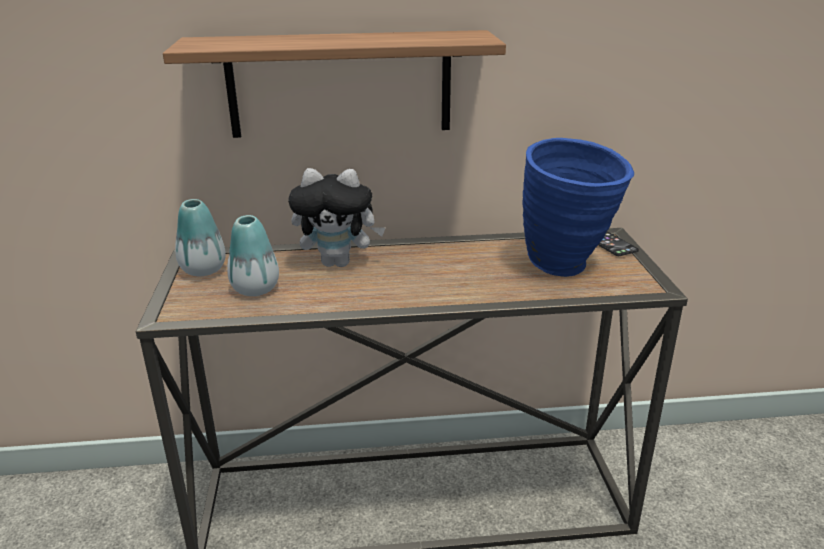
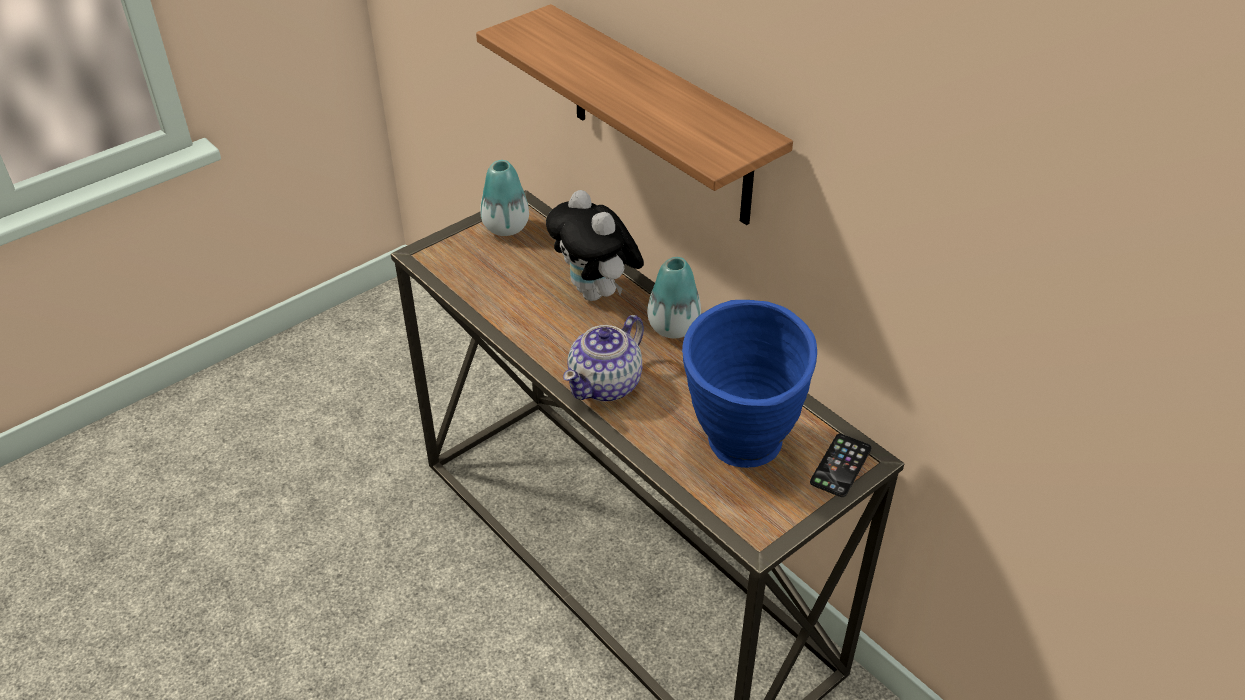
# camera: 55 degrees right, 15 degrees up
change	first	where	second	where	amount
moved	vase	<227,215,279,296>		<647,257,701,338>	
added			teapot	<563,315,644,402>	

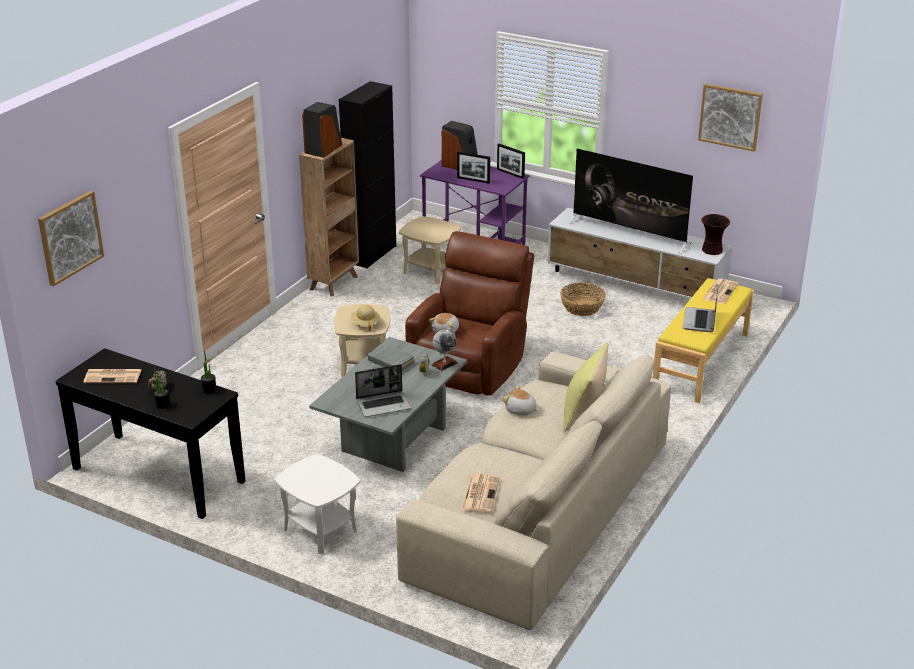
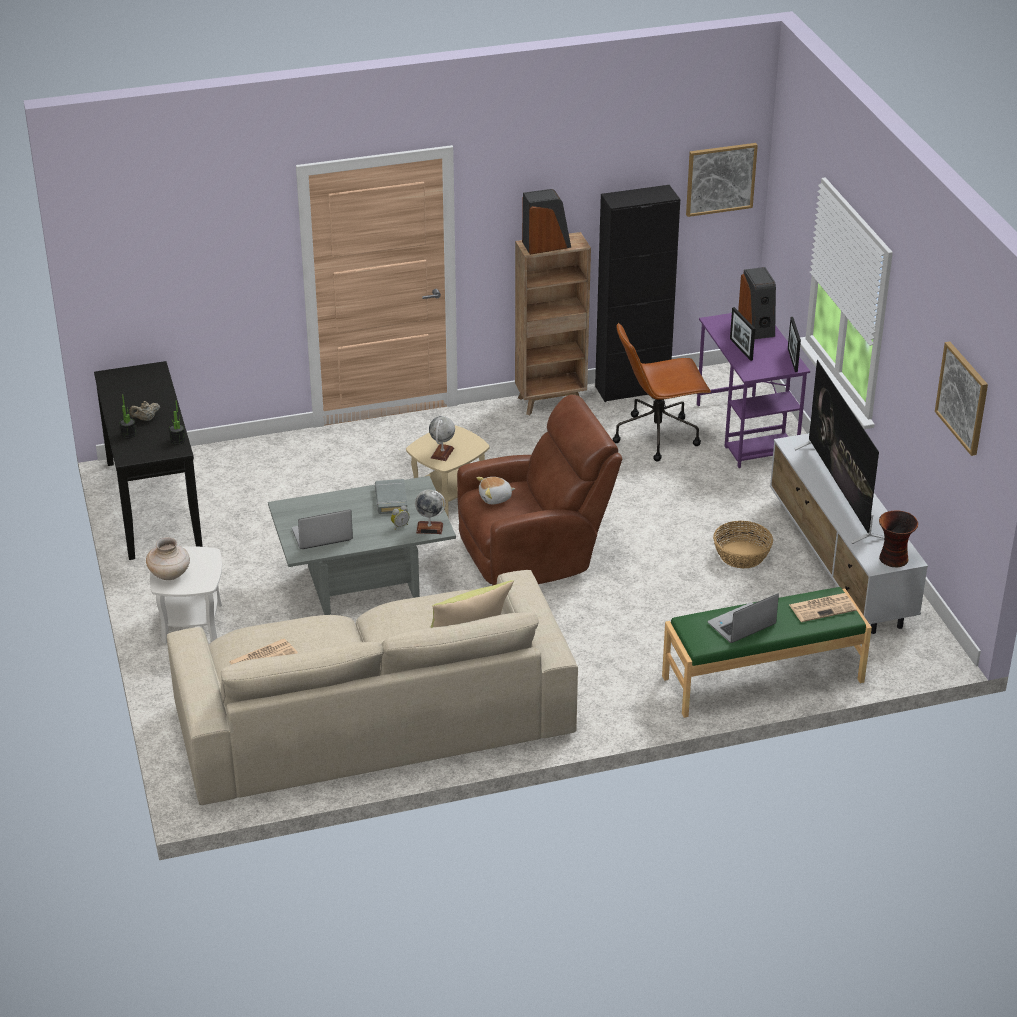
# camera: 45 degrees right, 5 degrees up
change	first	where	second	where	amount
moved	picture	<38,191,104,286>		<686,143,758,217>	
removed	newspaper	<84,369,141,383>			
replaced	beige hat	<350,305,380,331>	globe	<429,416,455,461>	
turned	laptop	<355,364,411,417>		<292,509,353,549>	135 degrees clockwise
replaced	beige side table	<399,216,461,284>	brown office chair	<613,323,711,461>	
removed	plush toy	<502,385,538,416>			
recoloured	yellow bench	<653,278,754,403>	green bench	<662,587,872,718>	
added			beige vase	<146,537,190,580>	

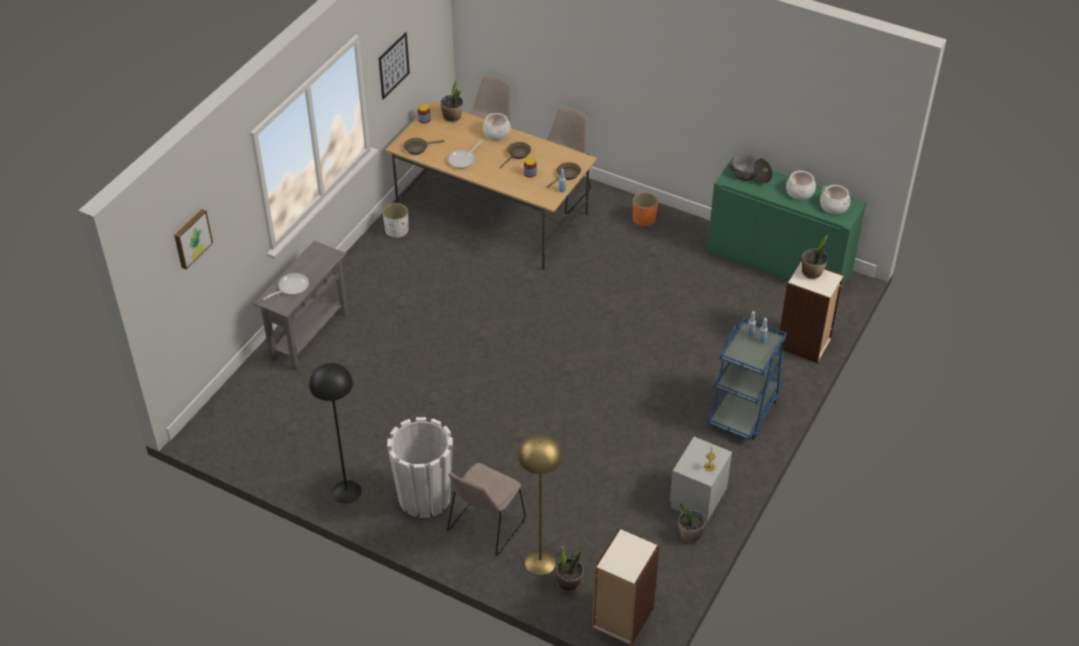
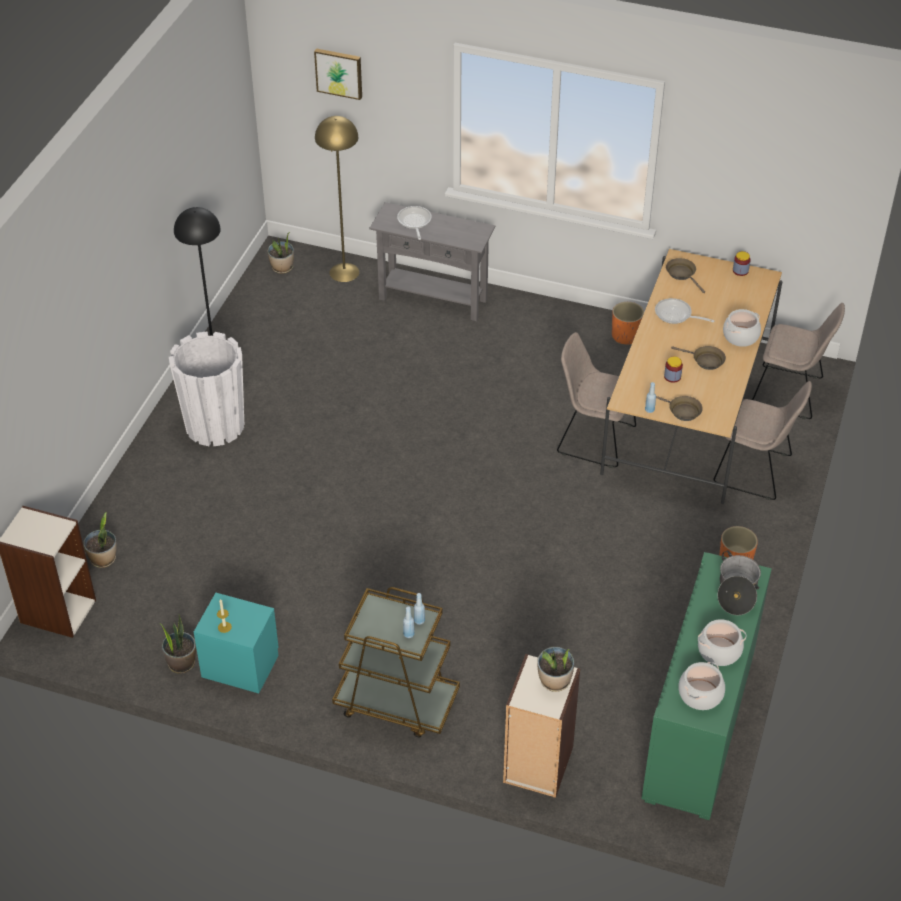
# camera: 80 degrees right, 0 degrees up
change	first	where	second	where	amount
turned	frying pan	<263,273,309,300>		<397,206,432,240>	135 degrees counterclockwise
removed	picture	<378,32,410,99>			
recoloured	white planter	<383,203,409,238>	orange planter	<612,302,644,345>	
moved	potted plant	<441,79,463,122>		<267,232,294,274>	
moved	beige chair	<447,463,526,556>		<557,332,636,468>	
moved	yellow floor lamp	<518,434,563,575>		<315,116,359,282>	
recoloured	grey nightstand	<670,437,732,523>	turquoise nightstand	<194,593,279,693>	
recoloured	blue cart	<708,317,787,440>	brown cart	<332,587,460,737>	

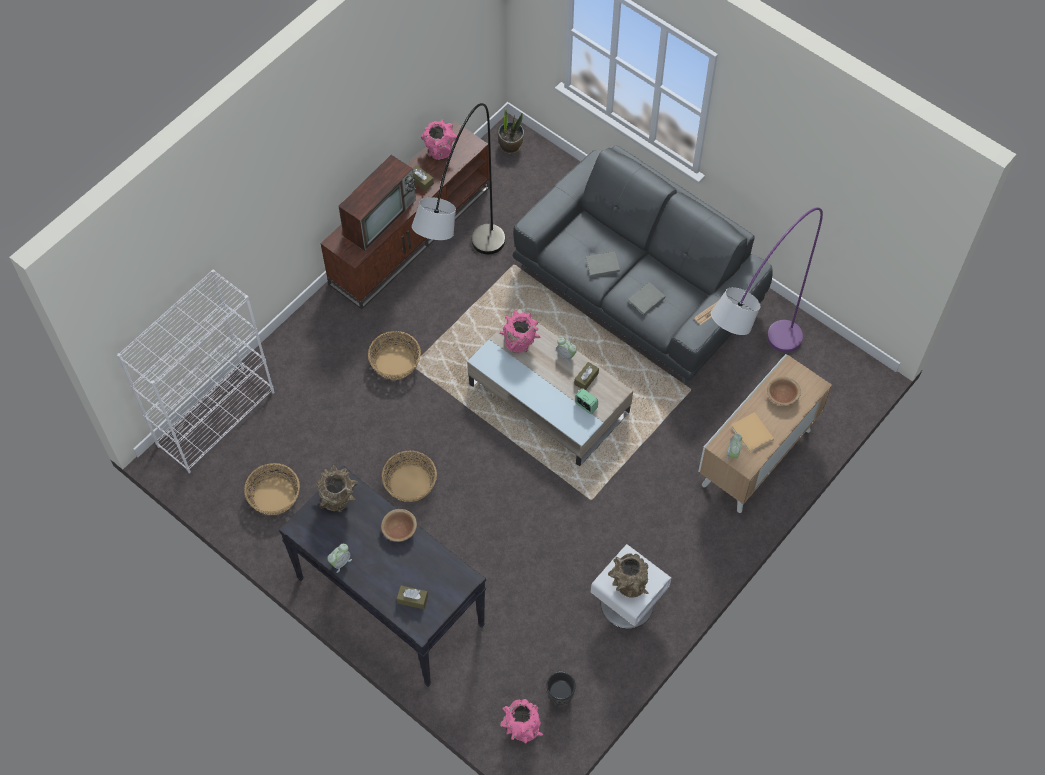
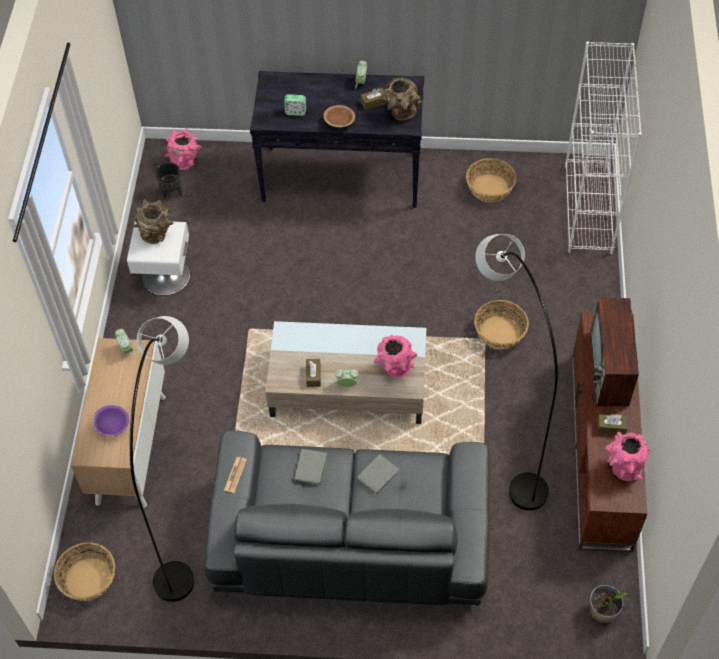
# camera: 145 degrees right, 5 degrees down
change	first	where	second	where	amount
moved	basket	<382,450,437,502>		<54,542,115,601>	
moved	brown tissue box	<397,586,428,609>		<360,88,387,110>	
moved	alarm clock	<575,388,598,414>		<284,94,306,116>	
recoloured	purple floor lamp	<711,207,823,352>	grey floor lamp	<130,316,195,602>	
removed	beige book	<731,412,774,453>			
recoloured	brown bowl	<767,377,801,405>	purple bowl	<92,405,129,437>	

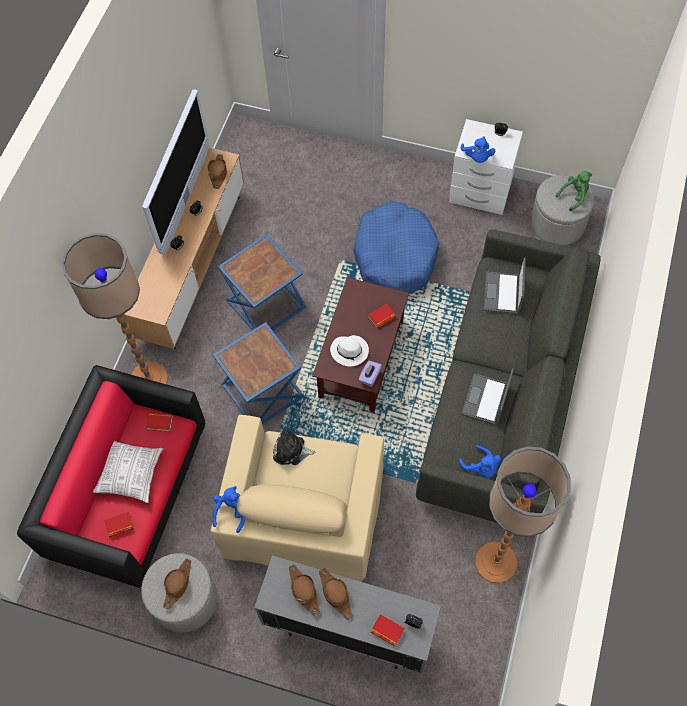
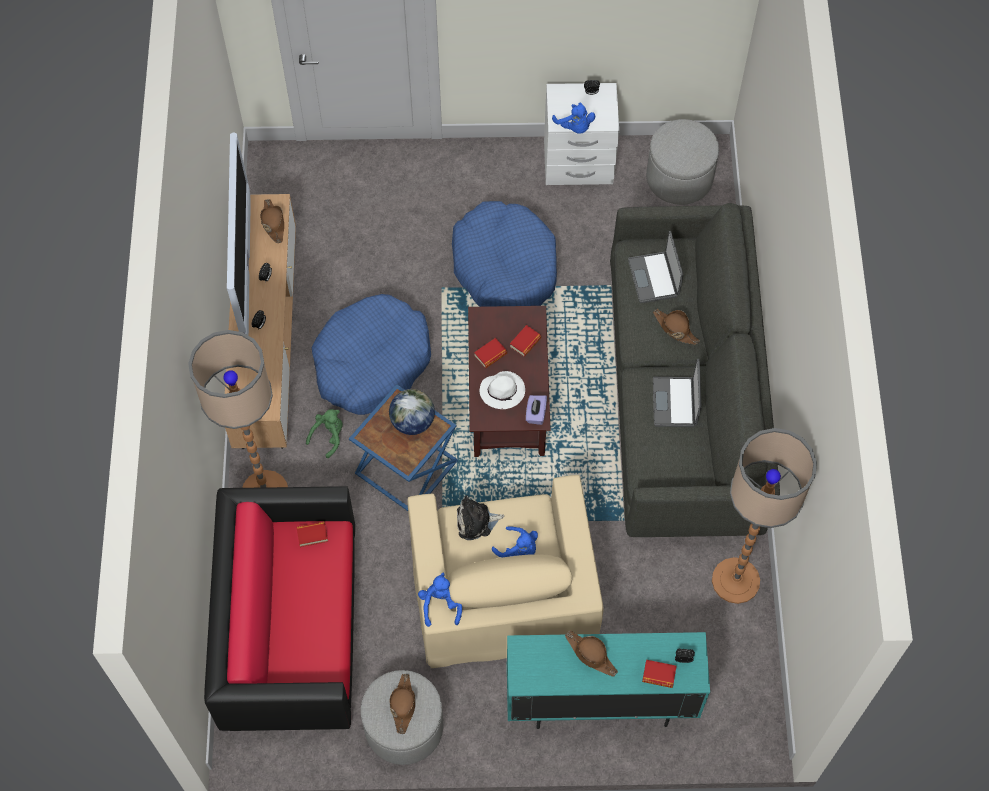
# camera: 20 degrees left, 0 degrees up
change	first	where	second	where	amount
removed	pillow	<93,441,163,503>			
moved	book	<104,512,134,537>		<474,338,507,368>	
replaced	blue side table	<218,234,306,331>	blue dog bed	<312,294,431,415>	
recoloured	grey cabinet	<254,555,441,674>	turquoise cabinet	<507,632,710,729>	
moved	brown hat	<289,564,320,615>		<653,309,700,345>	
moved	blue plush toy	<459,445,501,478>		<492,526,538,557>	
moved	green plush toy	<556,171,592,211>		<306,409,343,458>	
added			globe	<389,389,435,435>	

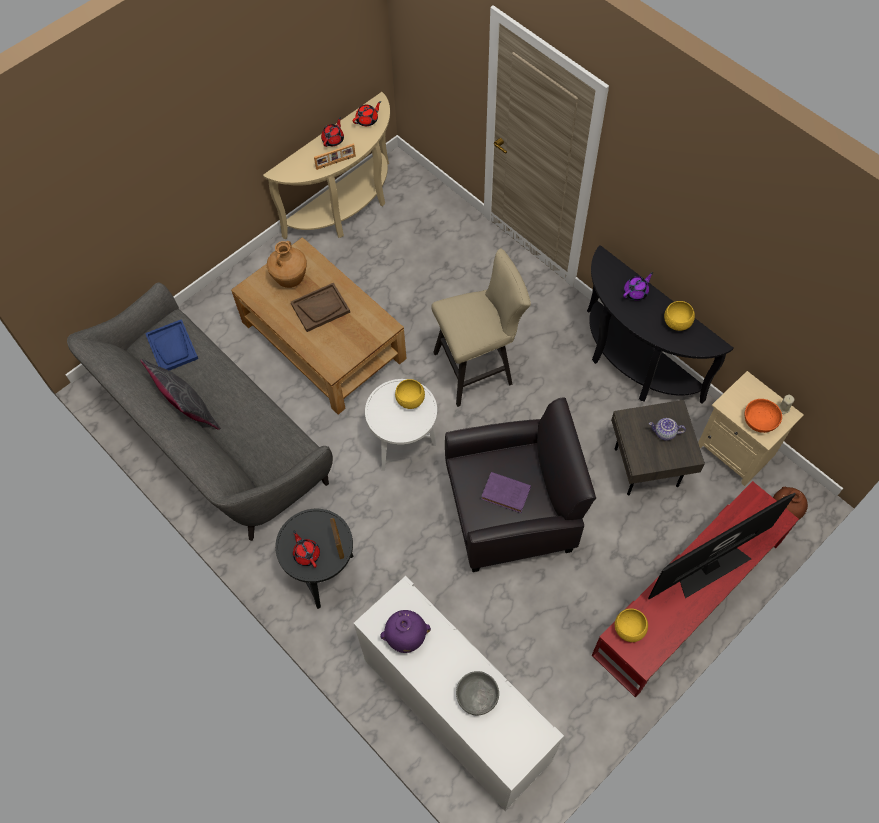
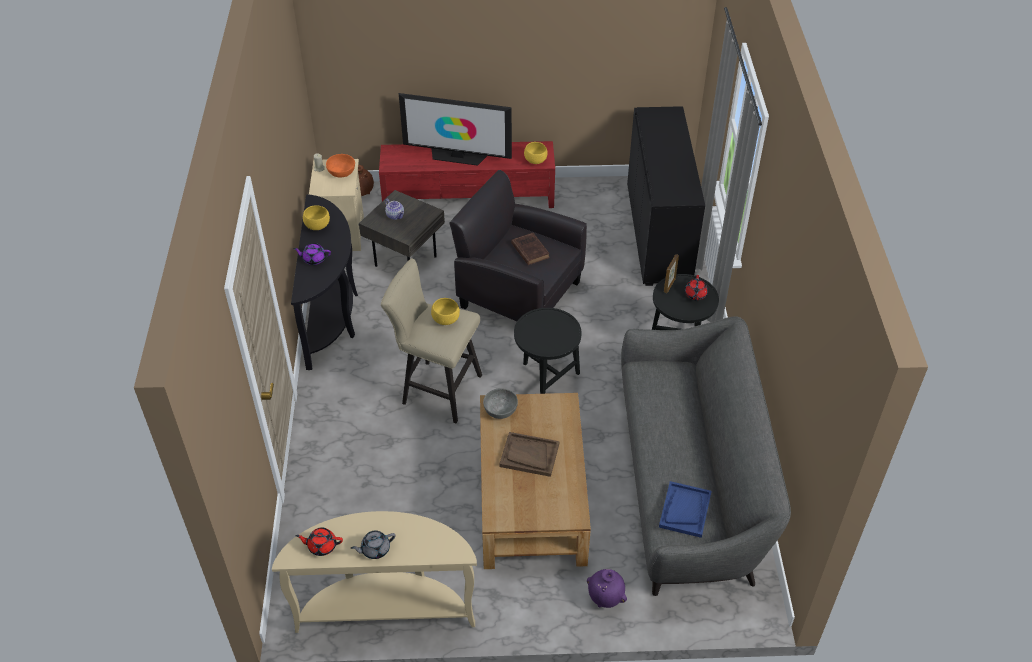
# camera: 140 degrees left, 15 degrees down
change	first	where	second	where	amount
removed	grey pillow	<140,359,220,430>			
removed	brown vase	<267,241,307,288>			
removed	picture frame	<314,143,356,170>			
recoloured	red teapot	<321,117,344,147>	grey teapot	<351,531,396,559>	
recoloured	white cabinet	<354,576,564,811>	black cabinet	<627,106,705,286>	
recoloured	white side table	<365,379,437,471>	black side table	<514,308,582,394>	
moved	purple vase	<380,610,431,653>		<587,569,627,608>	
moved	yellow bowl	<395,379,425,409>		<431,298,460,325>	
moved	grey bowl	<456,671,499,716>		<483,388,518,419>	
recoloured	purple book	<481,472,531,513>	brown book	<511,233,550,265>	

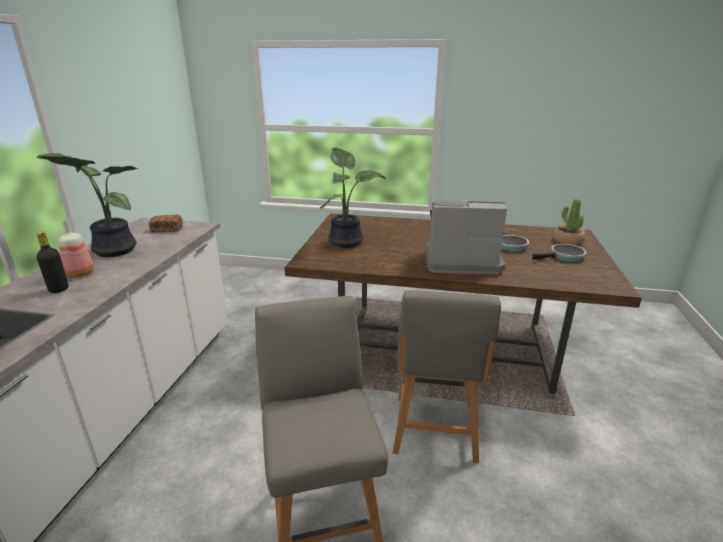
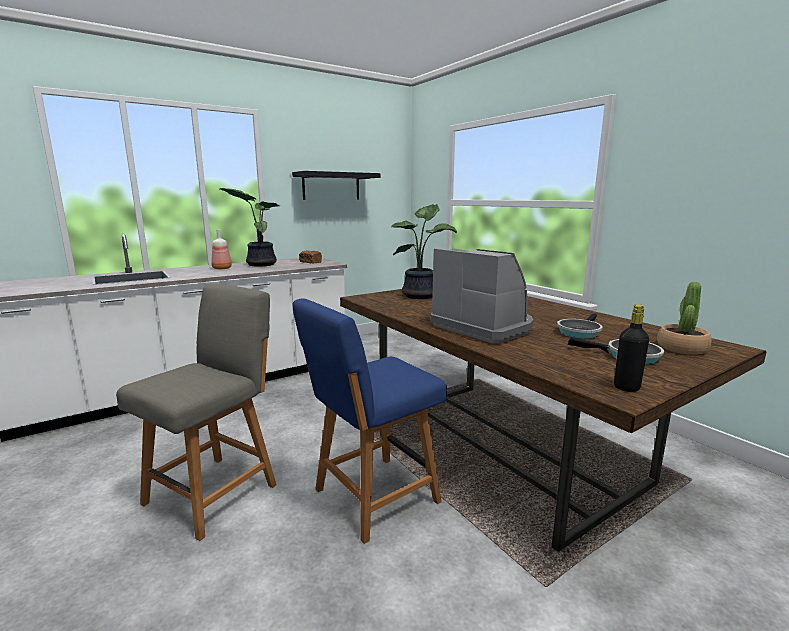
# camera: 45 degrees right, 10 degrees down
change	first	where	second	where	amount
moved	black bottle	<36,231,68,293>		<614,304,649,392>	
recoloured	grey chair	<393,290,501,463>	blue chair	<293,299,447,544>	
added			black shelf	<292,171,380,200>	

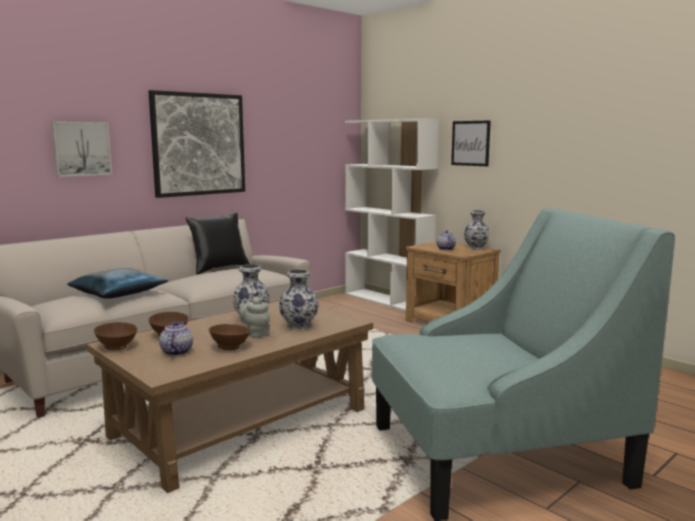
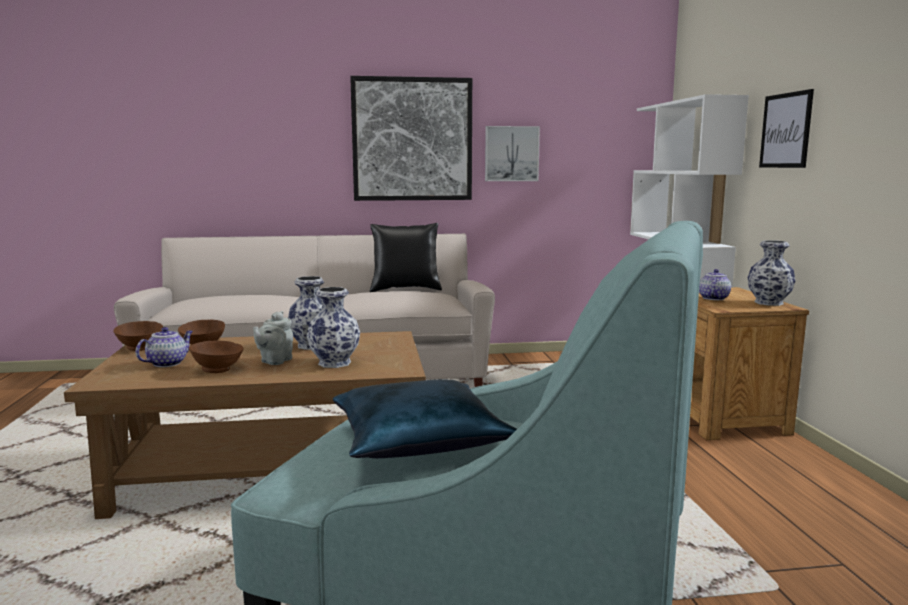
# camera: 35 degrees right, 0 degrees up
change	first	where	second	where	amount
moved	picture	<51,122,112,177>		<485,126,540,181>	
moved	blue pillow	<67,268,168,299>		<333,379,517,458>	
turned	grey teapot	<239,297,270,338>		<253,311,293,365>	150 degrees counterclockwise

